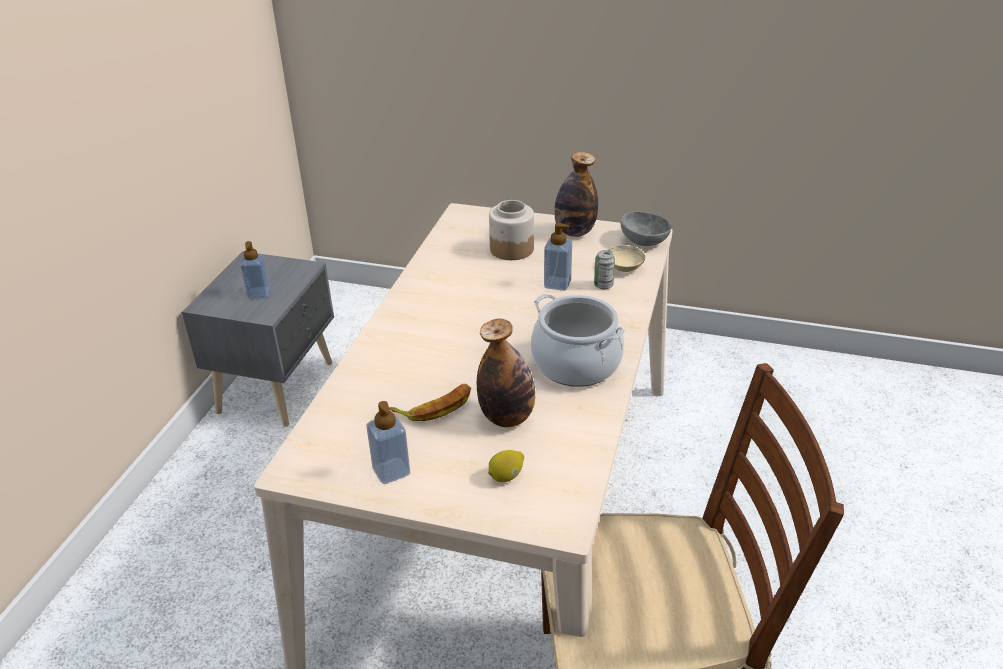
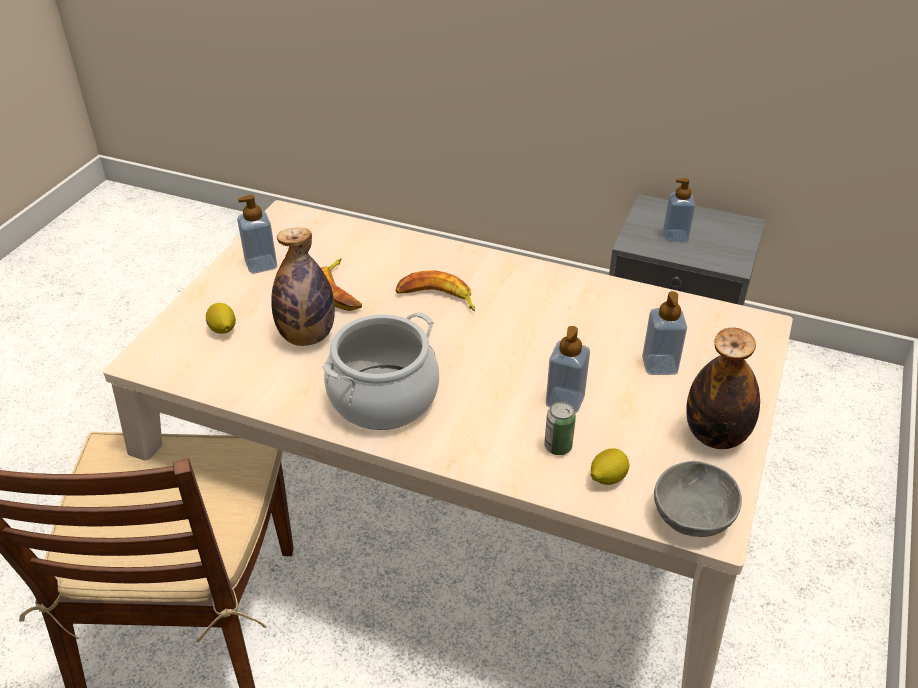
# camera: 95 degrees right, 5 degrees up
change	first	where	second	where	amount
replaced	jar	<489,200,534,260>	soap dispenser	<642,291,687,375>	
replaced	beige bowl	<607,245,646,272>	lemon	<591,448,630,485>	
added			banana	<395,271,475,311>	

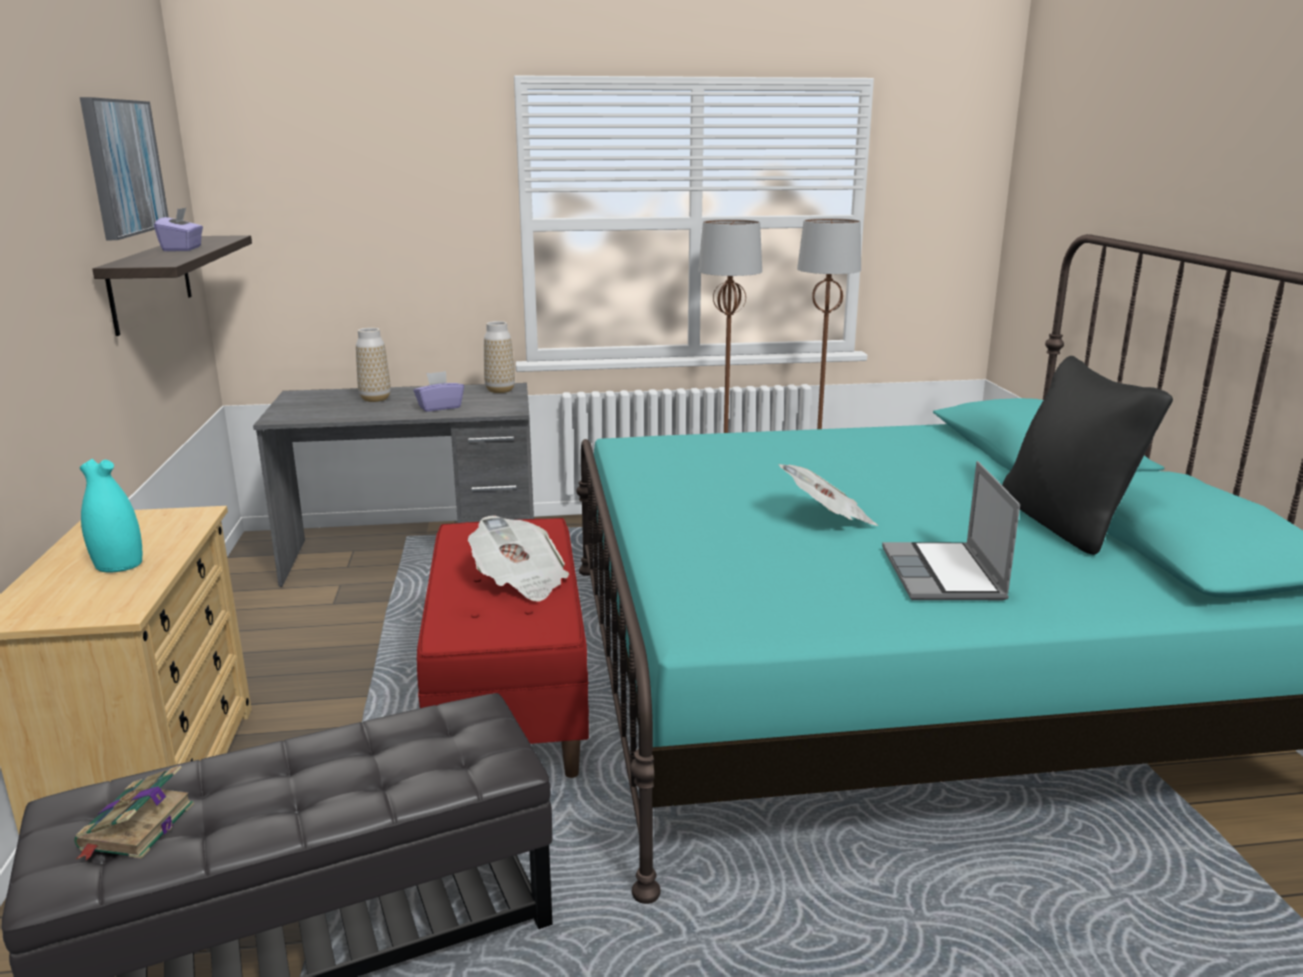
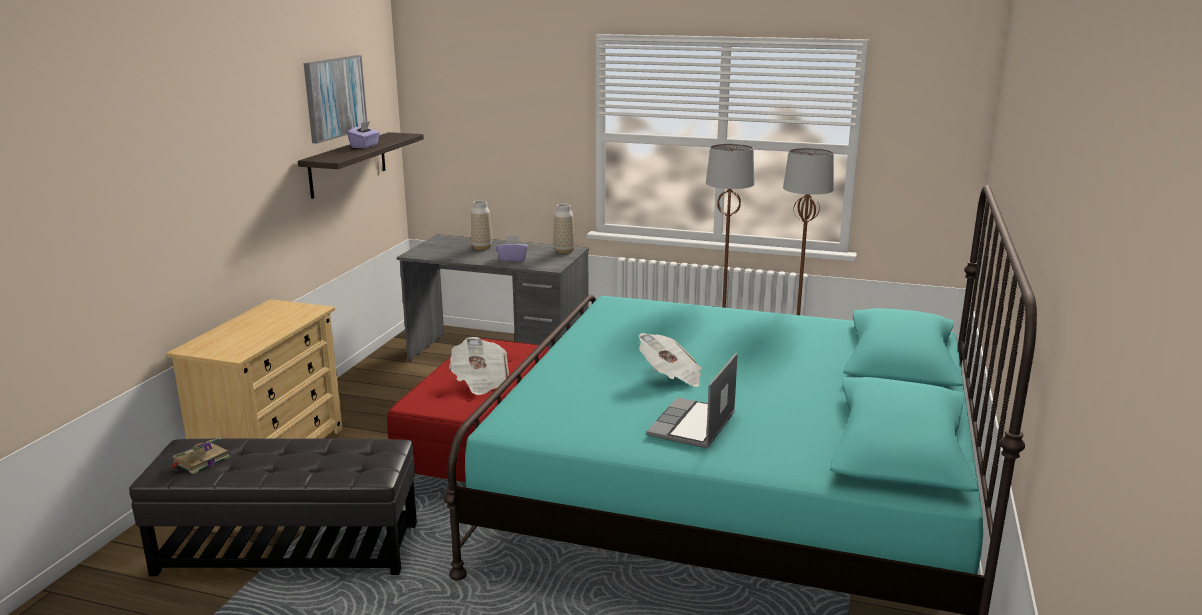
# camera: 25 degrees right, 0 degrees up
change	first	where	second	where	amount
removed	turquoise vase	<80,459,142,573>			
removed	black pillow	<1002,356,1173,555>			

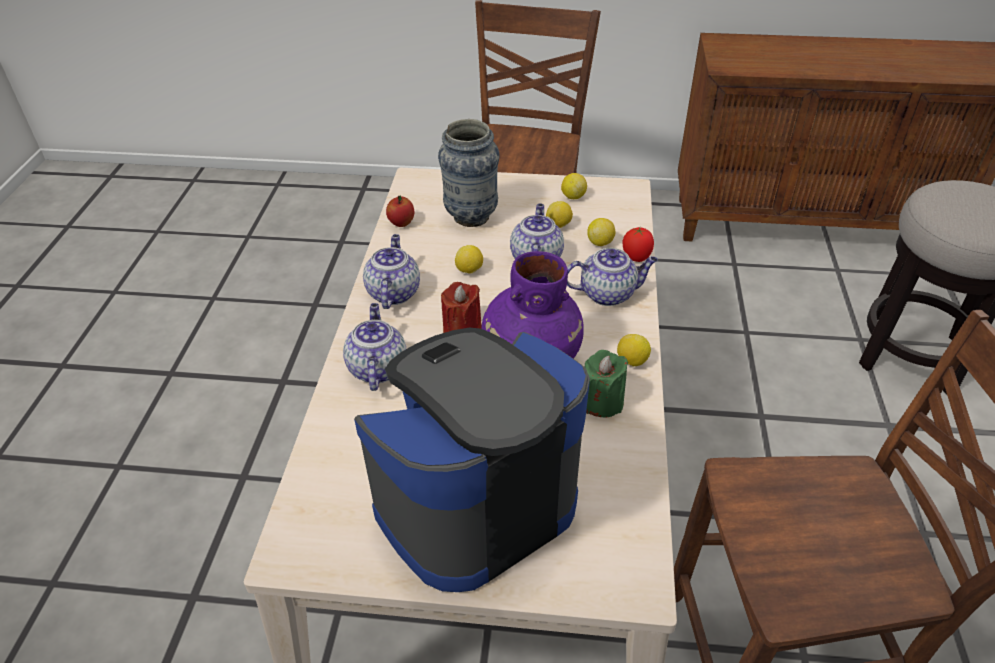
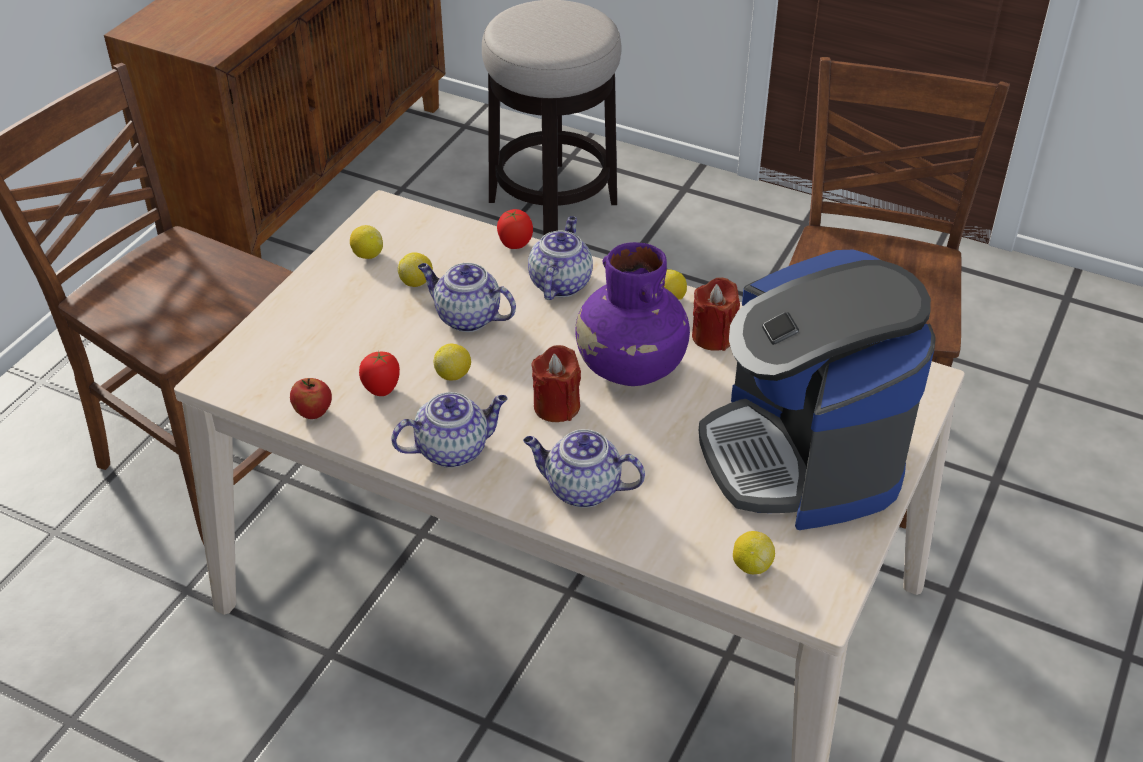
# camera: 70 degrees left, 0 degrees up
change	first	where	second	where	amount
turned	teapot	<363,234,420,309>		<391,392,508,468>	135 degrees clockwise
removed	vase	<438,119,500,227>			
recoloured	green candle	<585,350,628,418>	red candle	<692,278,740,351>	
moved	lemon	<587,218,616,246>		<733,531,775,574>	
added			tomato	<359,351,400,396>	

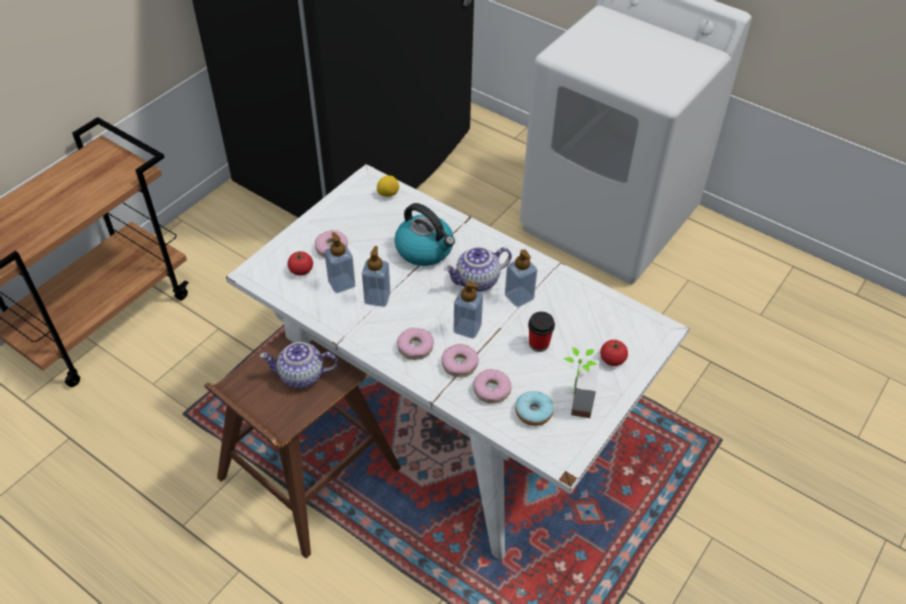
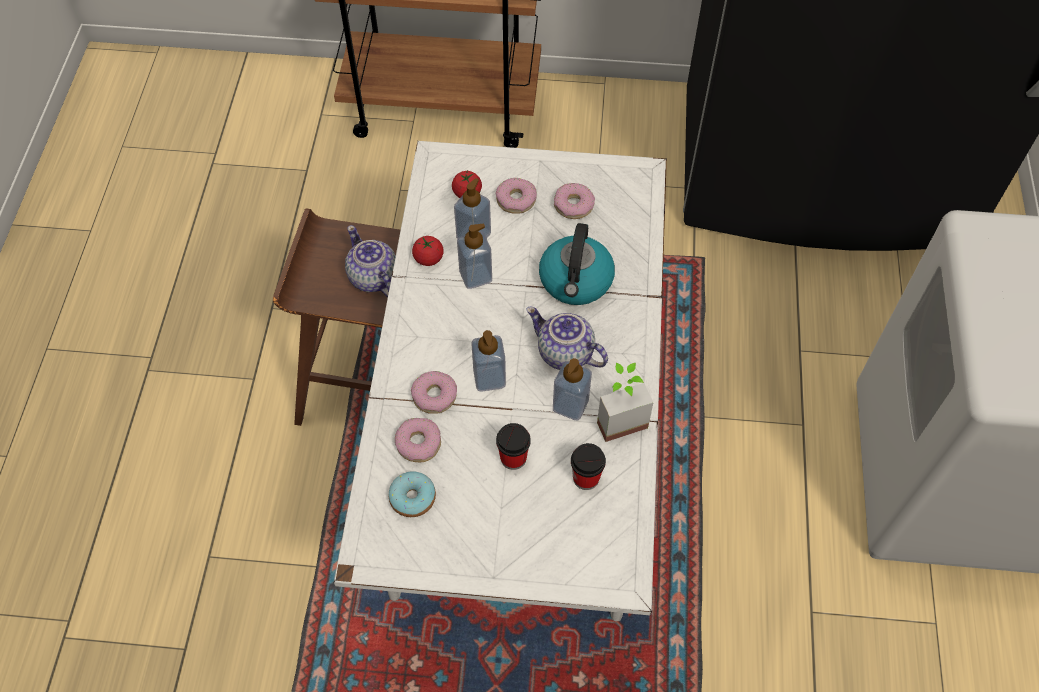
# camera: 60 degrees right, 10 degrees up
change	first	where	second	where	amount
removed	lemon	<377,175,399,197>			
moved	donut	<397,328,434,360>		<554,183,595,219>	
moved	potted plant	<564,347,600,418>		<597,362,654,442>	
moved	tomato	<600,340,628,366>		<412,236,444,266>	
added			cup	<571,443,606,490>	

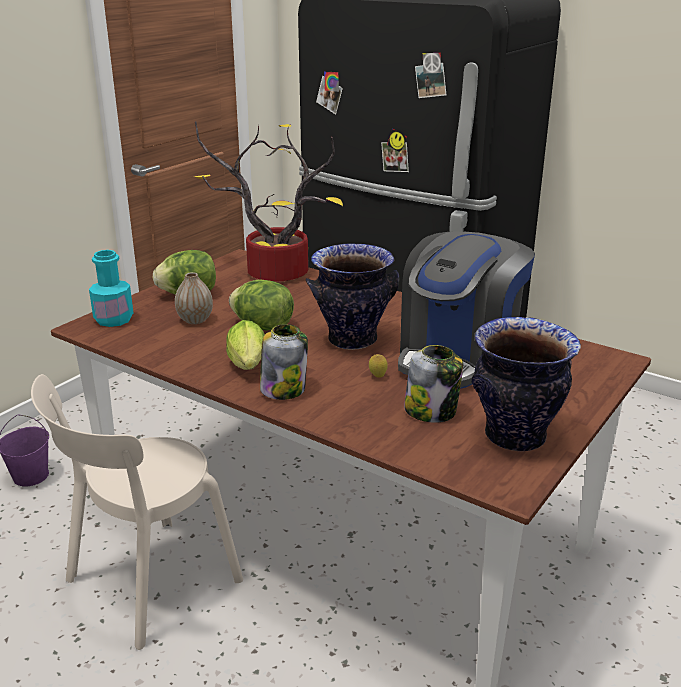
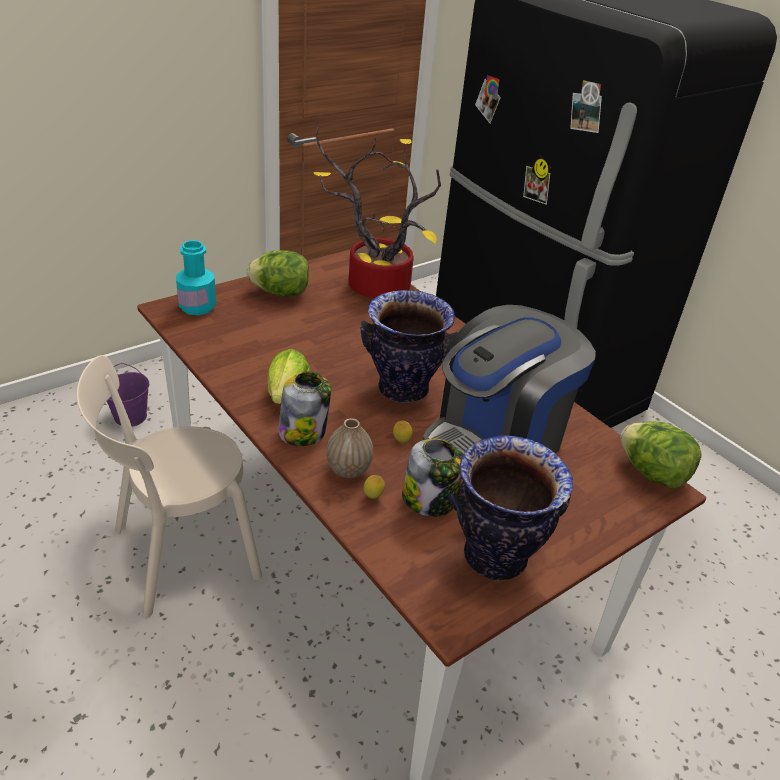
# camera: 15 degrees right, 10 degrees up
change	first	where	second	where	amount
moved	vase	<175,272,213,324>		<326,418,373,478>	
moved	lettuce	<229,280,294,330>		<620,421,701,488>	
added			lemon	<364,475,385,499>	

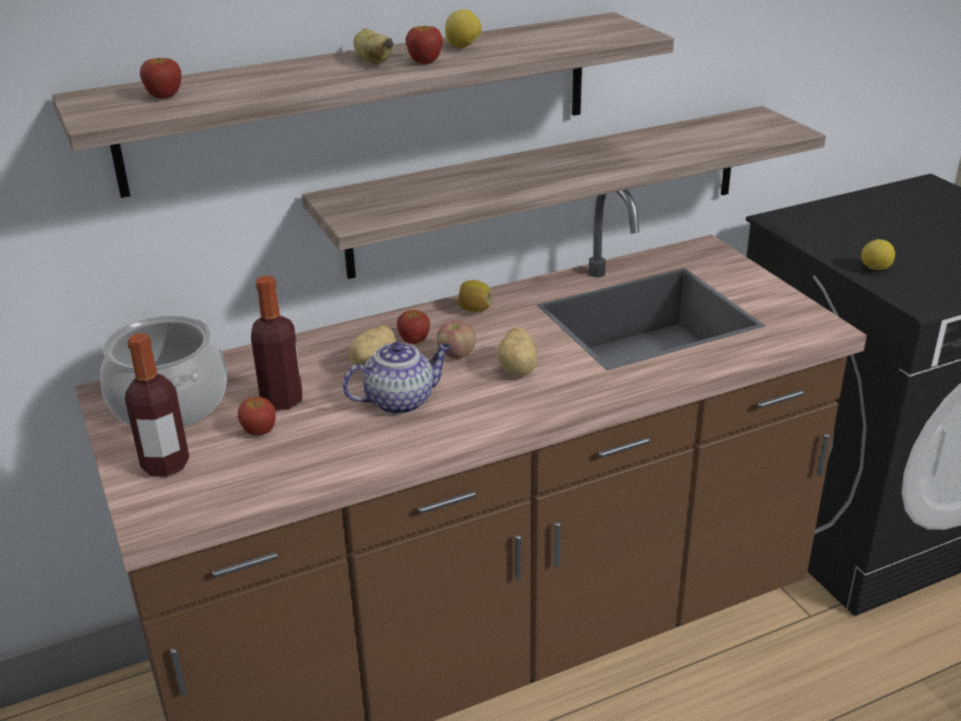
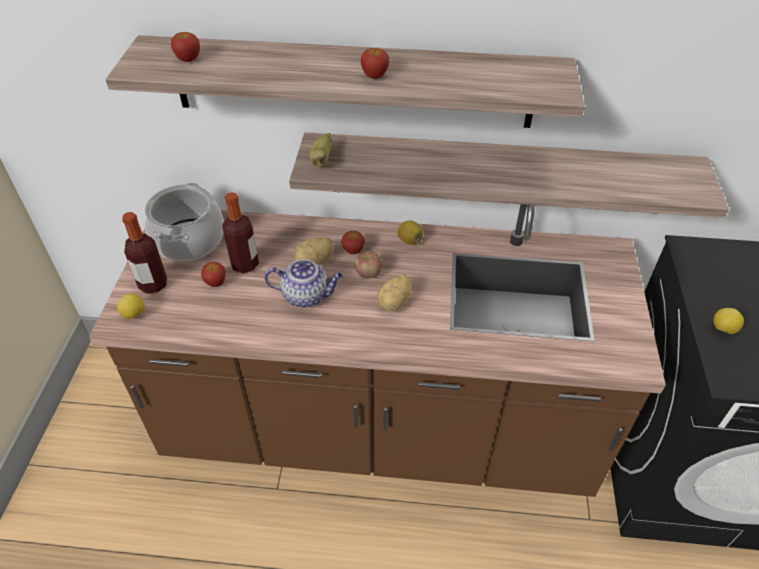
# camera: 30 degrees right, 15 degrees up
change	first	where	second	where	amount
moved	banana	<354,28,394,64>		<310,133,332,167>	
moved	lemon	<445,9,481,48>		<117,294,145,319>	

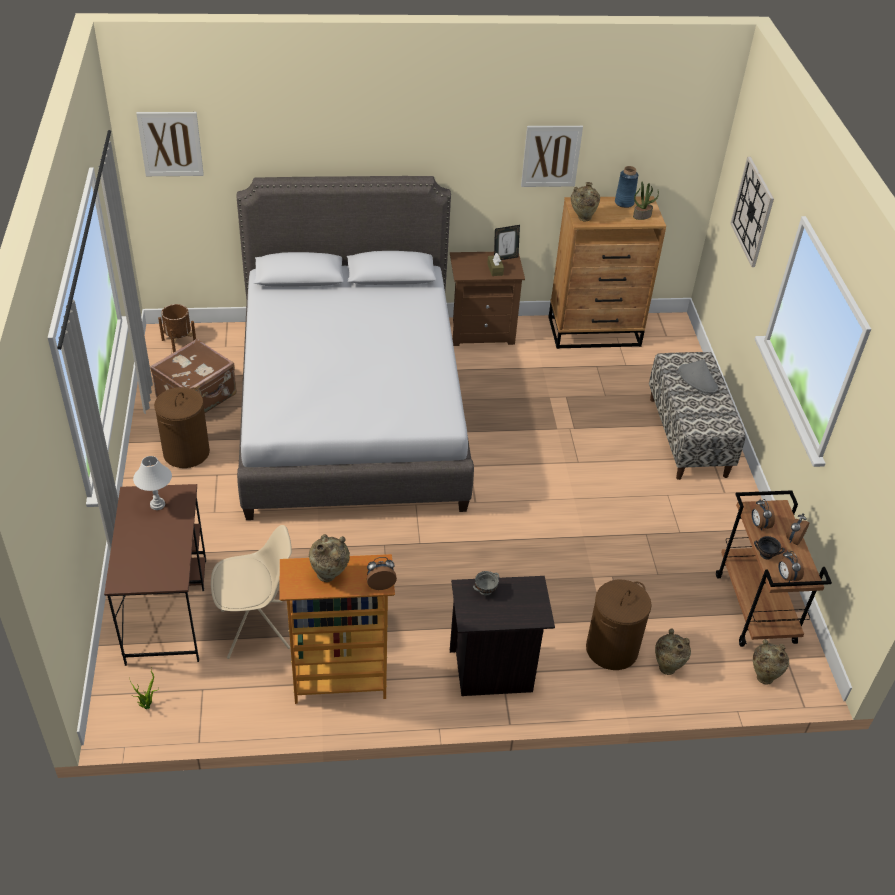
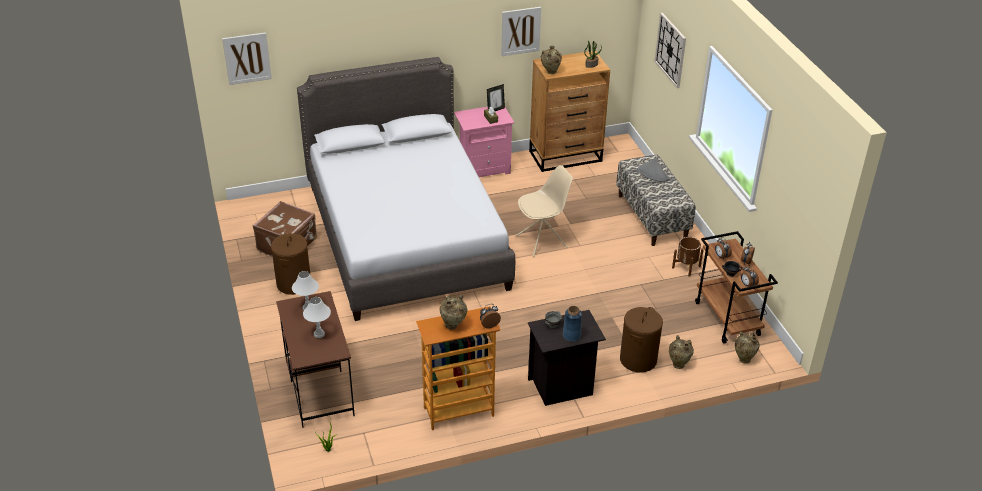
# camera: 10 degrees left, 5 degrees down
change	first	where	second	where	amount
moved	brown planter	<158,304,196,353>		<672,237,704,277>	
moved	beige chair	<211,525,292,659>		<516,165,573,257>	
recoloured	brown nightstand	<450,252,525,346>	pink nightstand	<454,107,514,177>	
moved	blue vase	<615,166,638,208>		<563,306,582,342>	
added			white table lamp	<303,297,331,338>	

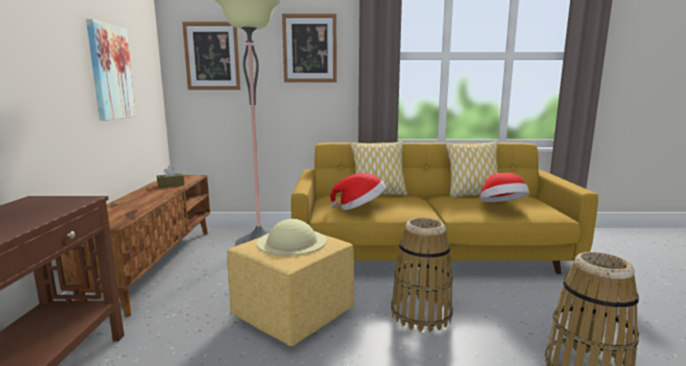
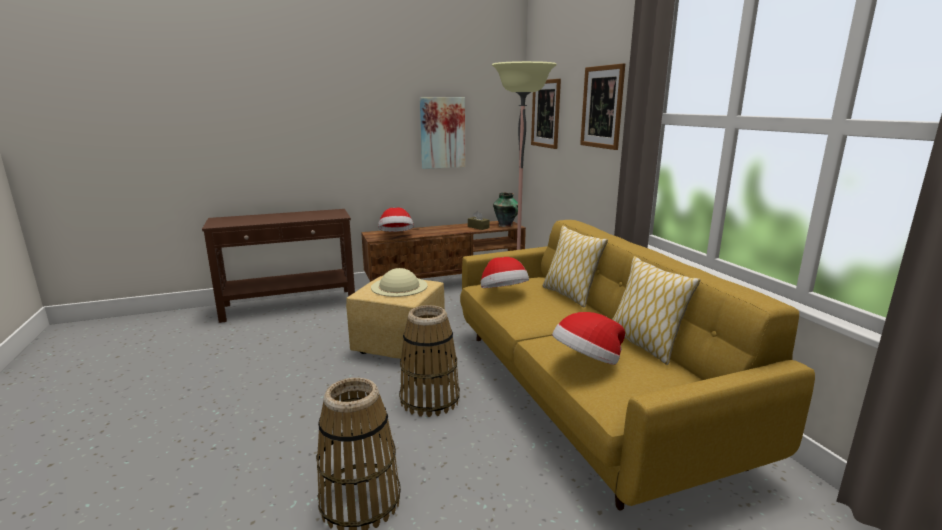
# camera: 70 degrees right, 5 degrees up
change	first	where	second	where	amount
added			hat	<378,208,414,232>	
added			vase	<493,193,518,227>	

